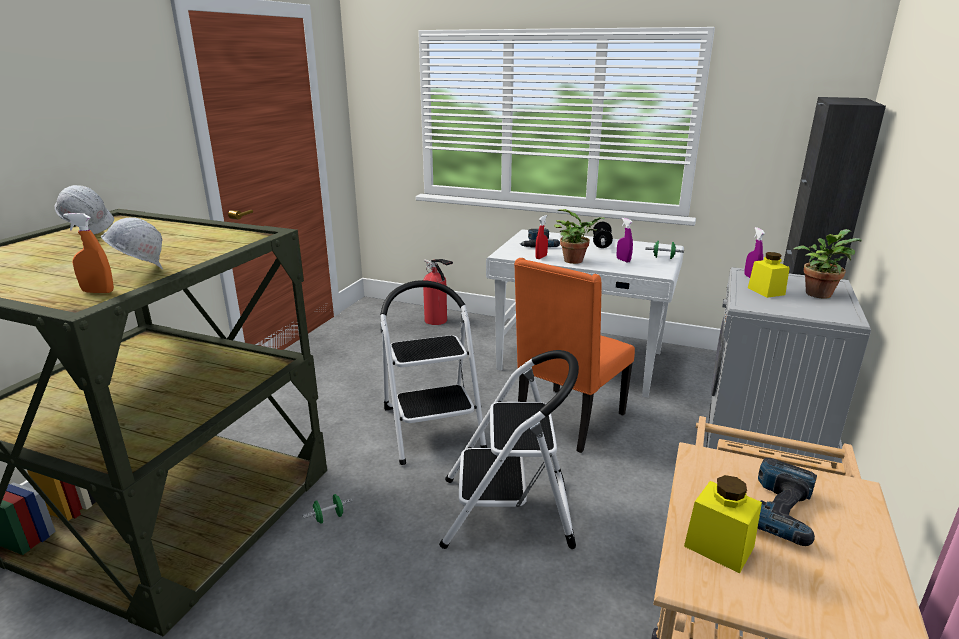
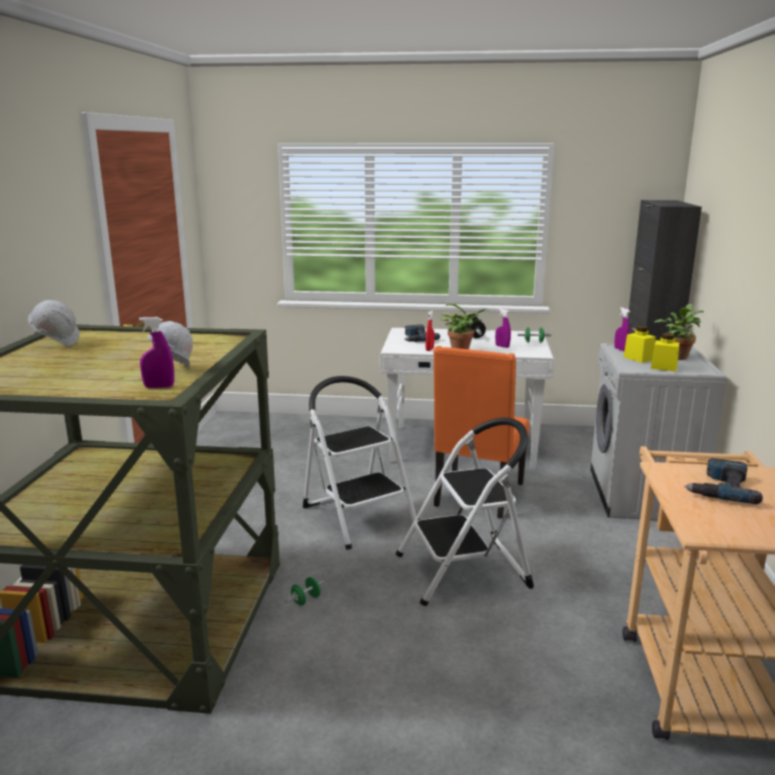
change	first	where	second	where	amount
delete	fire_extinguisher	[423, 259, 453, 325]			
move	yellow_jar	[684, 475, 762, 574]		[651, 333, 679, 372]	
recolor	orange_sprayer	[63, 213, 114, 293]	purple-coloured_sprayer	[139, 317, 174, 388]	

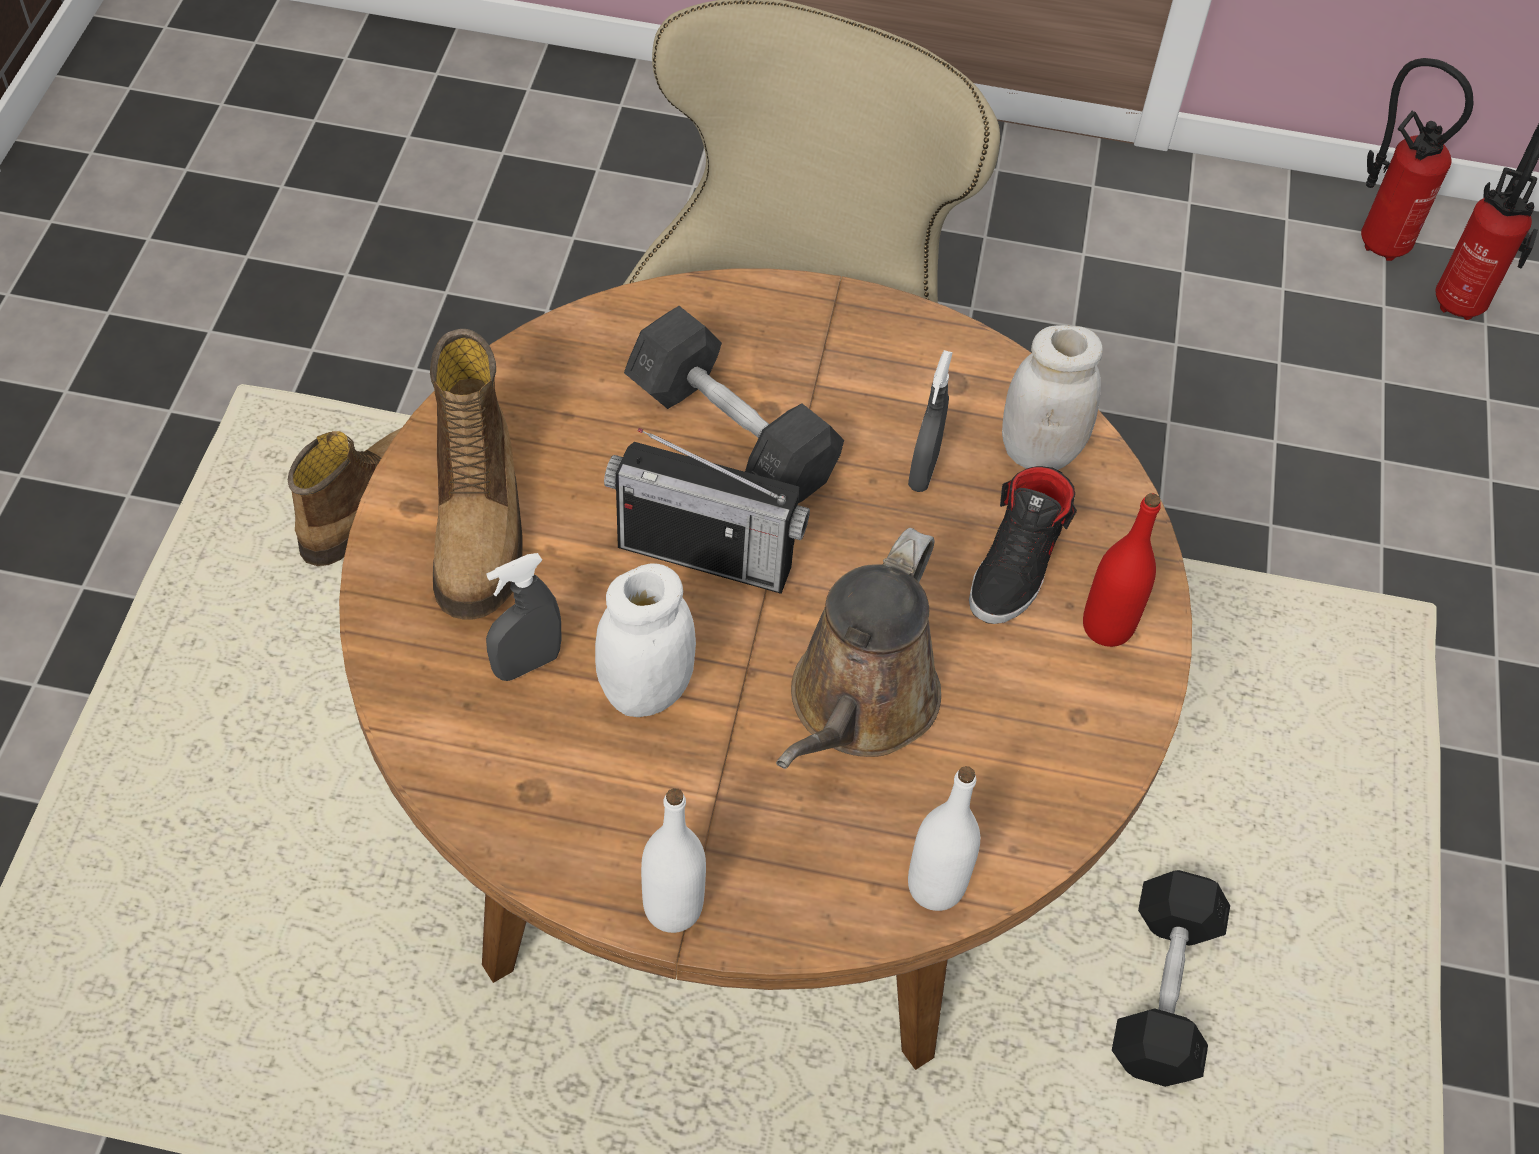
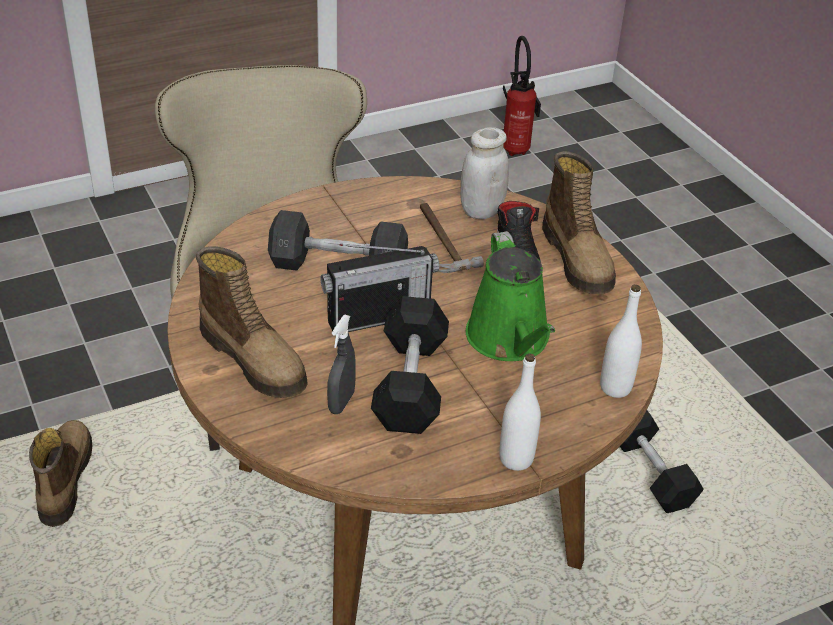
change	first	where	second	where	amount
delete	fire_extinguisher	[1361, 58, 1473, 261]			
replace	white_jar	[595, 563, 696, 717]	black-coloured_free_weight	[371, 296, 449, 434]	
replace	grey_sprayer	[908, 350, 953, 492]	hand_hammer	[420, 203, 484, 273]	
replace	reddish_bottle	[1083, 493, 1161, 647]	tall_boot	[542, 151, 616, 294]	
recolor	brownish_watering_can	[776, 528, 941, 769]	green_watering_can	[466, 231, 555, 361]	

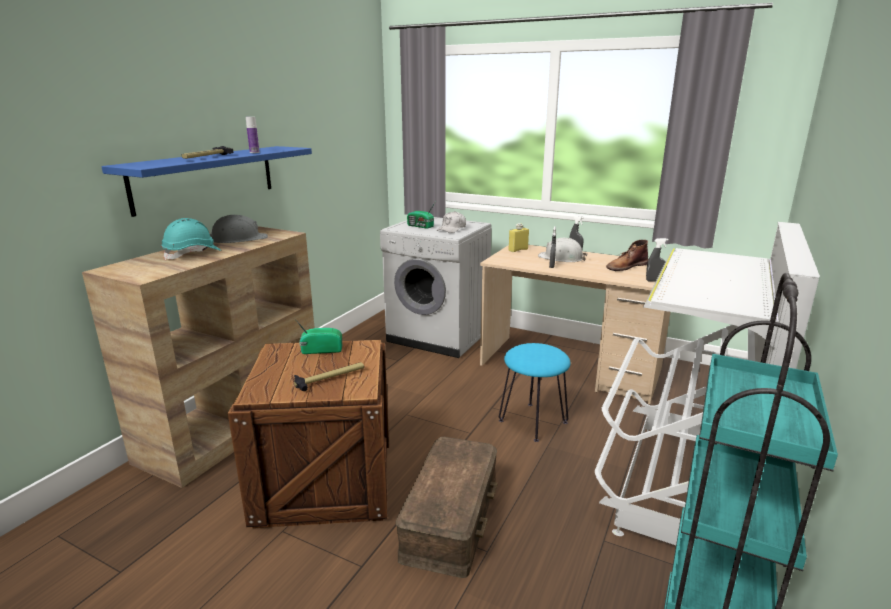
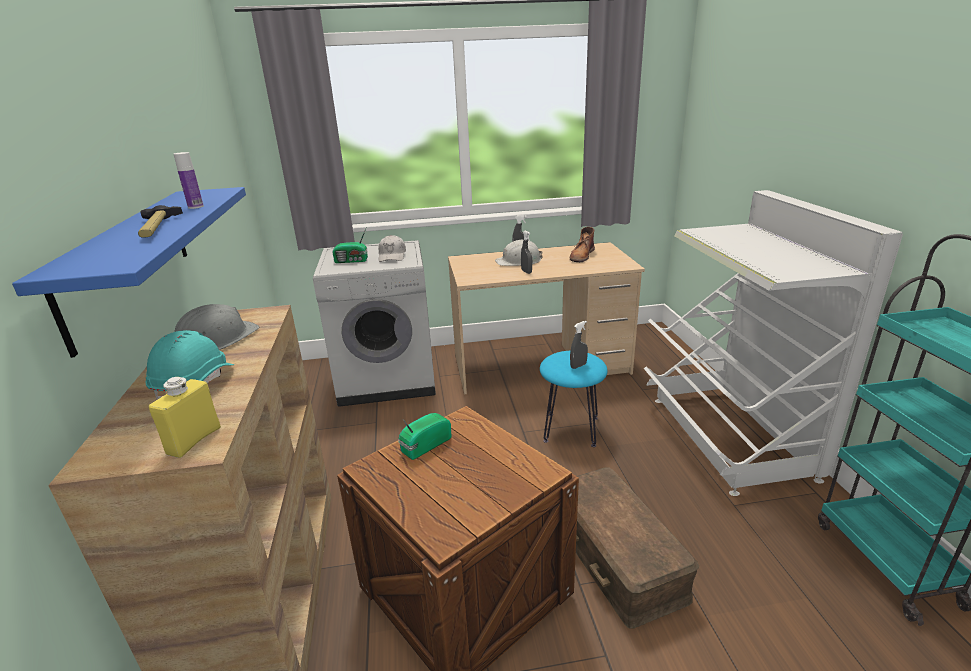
change	first	where	second	where	amount
delete	hand_hammer	[294, 362, 364, 391]			
move	yellow_bottle	[508, 223, 529, 252]		[149, 377, 221, 458]	
move	grey_sprayer	[646, 238, 669, 282]		[570, 321, 588, 369]	

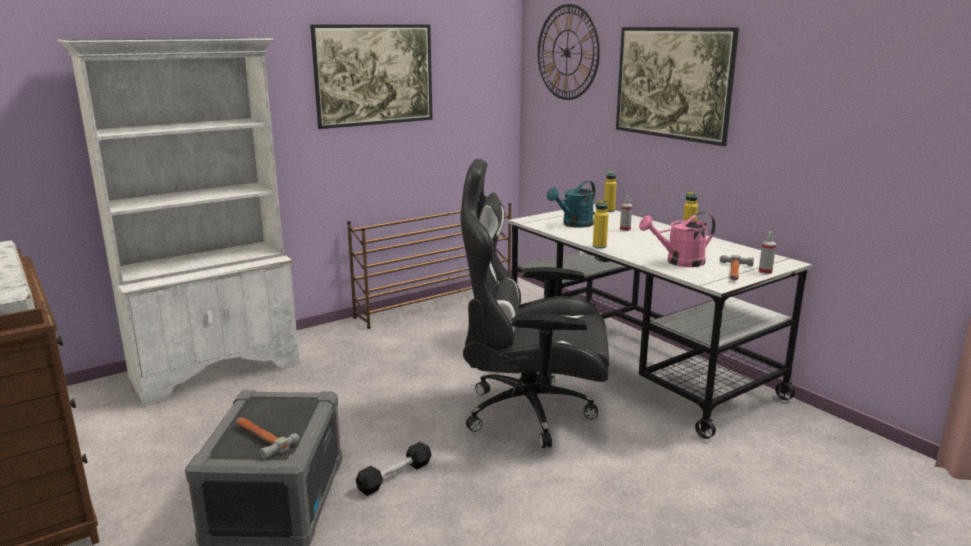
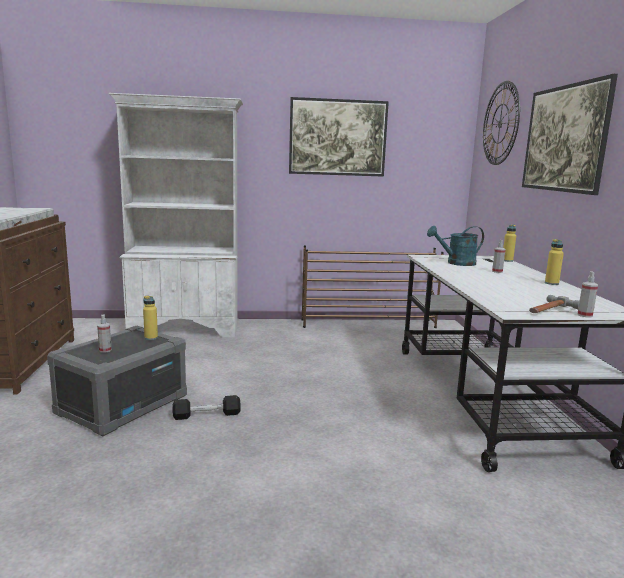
change	first	where	second	where	amount
delete	black-coloured_desk_chair	[461, 159, 609, 448]			
delete	pink_watering_can	[639, 212, 715, 267]			
move	yellow_bottle	[593, 200, 609, 249]		[143, 296, 158, 340]	
replace	hand_hammer	[235, 417, 299, 460]	sprayer	[97, 314, 112, 353]	

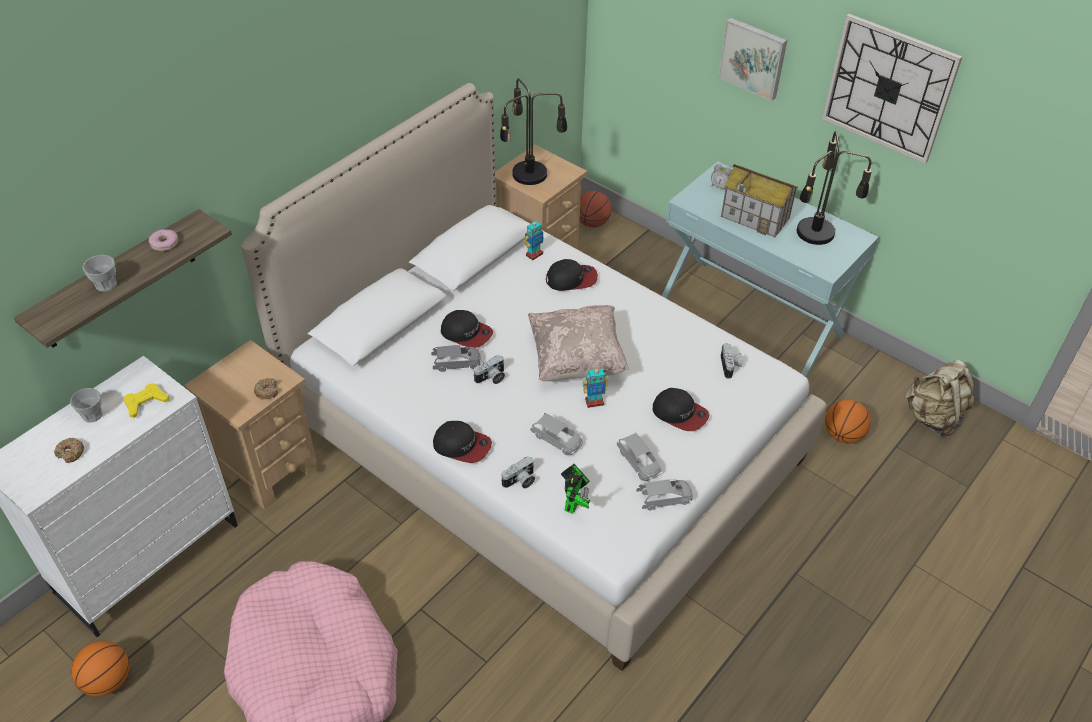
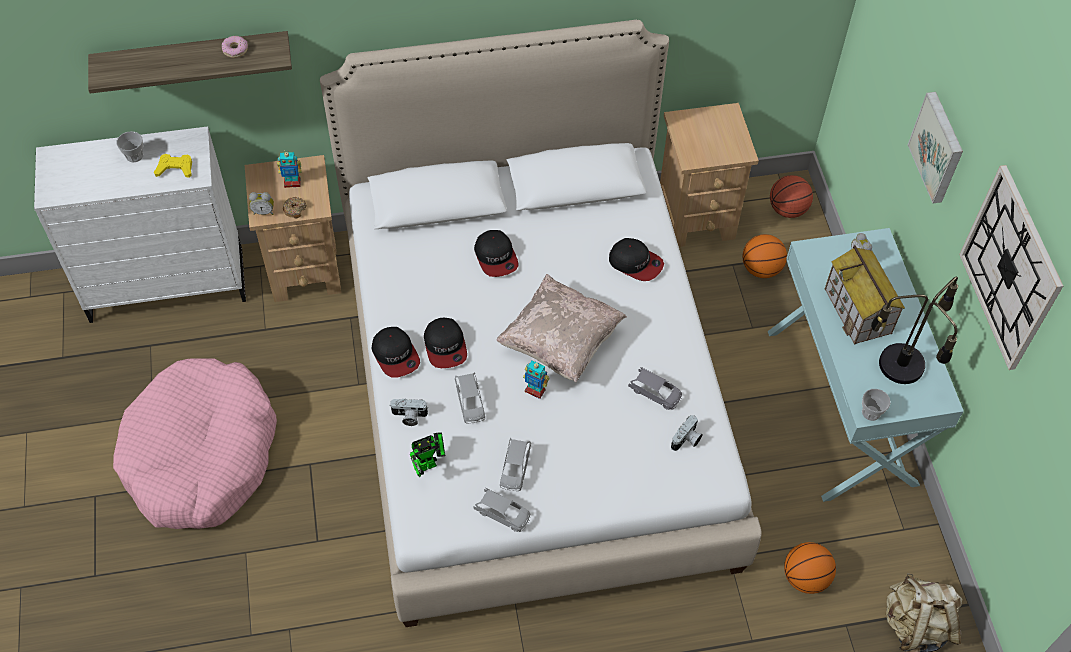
change	first	where	second	where	amount
delete	doughnut	[54, 438, 84, 463]			
delete	still_camera	[473, 355, 505, 384]			
delete	table_lamp	[500, 78, 567, 185]			
insert			bedside_clock	[249, 192, 274, 215]	
move	ball_for_basketball	[71, 641, 129, 696]		[742, 234, 787, 278]	
move	cup	[83, 255, 117, 292]		[862, 389, 891, 421]	
move	grey_toy_car	[431, 345, 481, 372]		[628, 367, 682, 410]	
move	robot_figure	[523, 221, 544, 260]		[277, 150, 302, 188]	
move	baseball_cap	[653, 388, 710, 431]		[424, 318, 467, 368]	

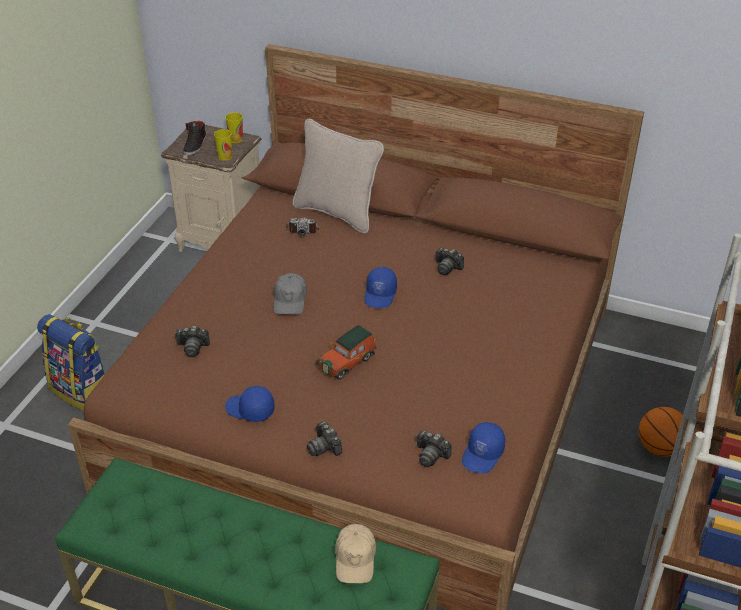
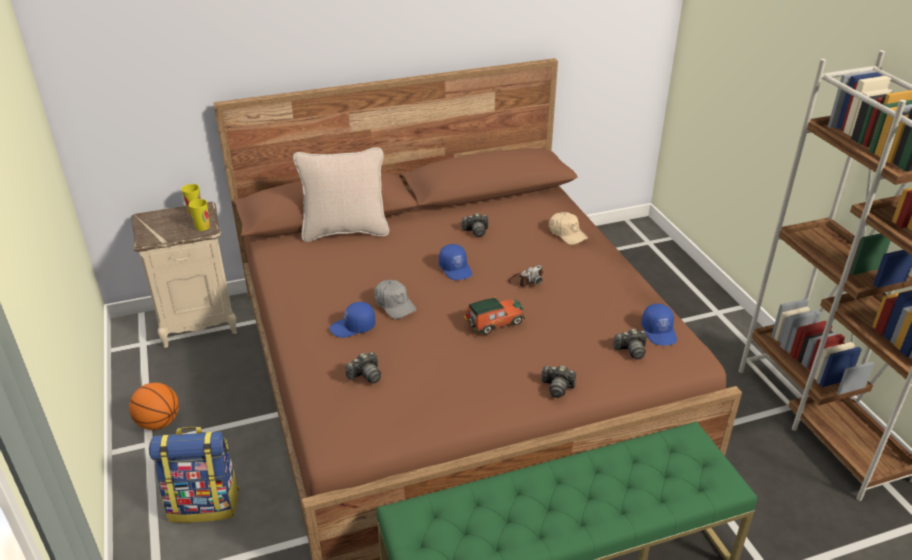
change	first	where	second	where	amount
delete	black-coloured_low_shoe	[183, 121, 206, 155]			
move	blue-coloured_baseball_cap	[225, 386, 275, 422]		[329, 302, 375, 338]	
move	still_camera	[286, 217, 319, 236]		[508, 265, 543, 287]	
move	beige_baseball_cap	[335, 524, 376, 583]		[549, 212, 588, 245]	
move	ball_for_basketball	[639, 407, 683, 457]		[129, 383, 179, 430]	
rotate	toy_car	[316, 325, 376, 380]		[464, 297, 525, 335]	120 degrees counterclockwise

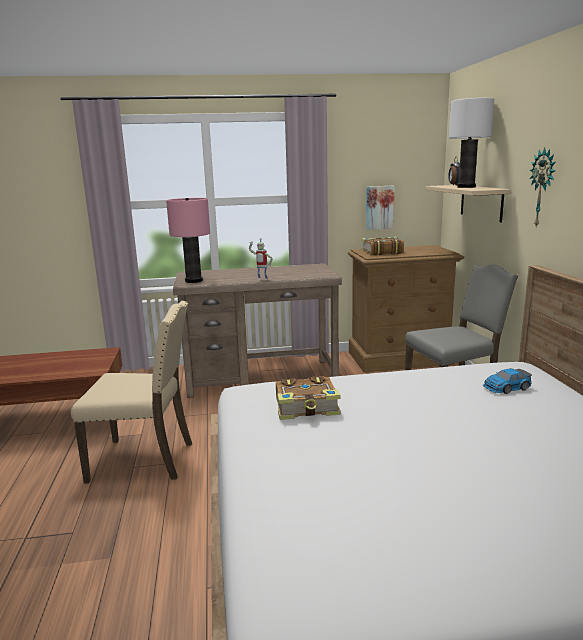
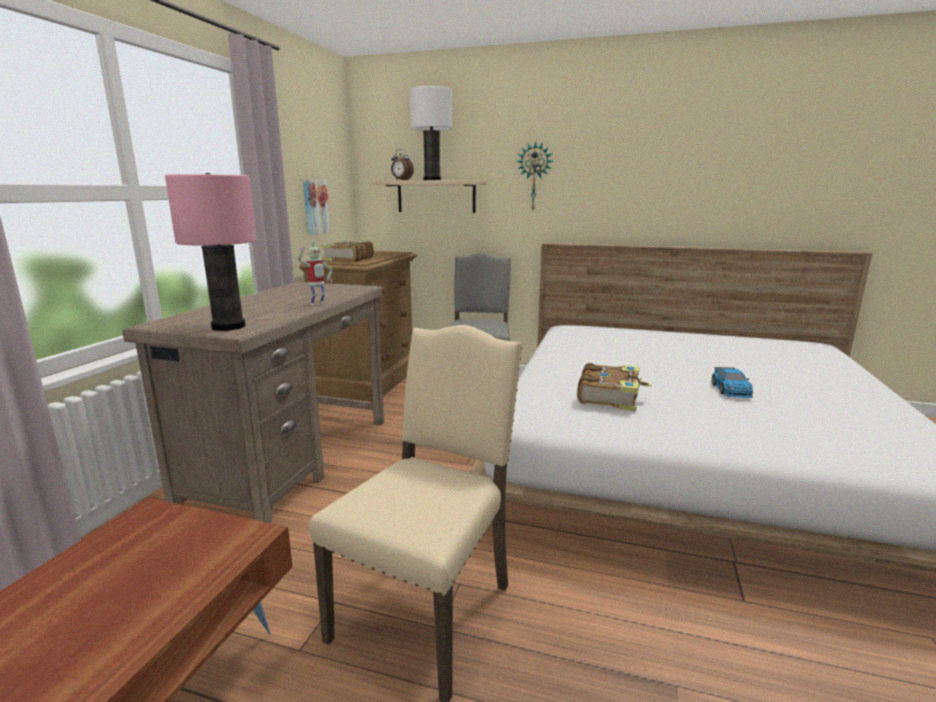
change	first	where	second	where	amount
move	toy_car	[483, 368, 532, 394]		[712, 367, 753, 398]	

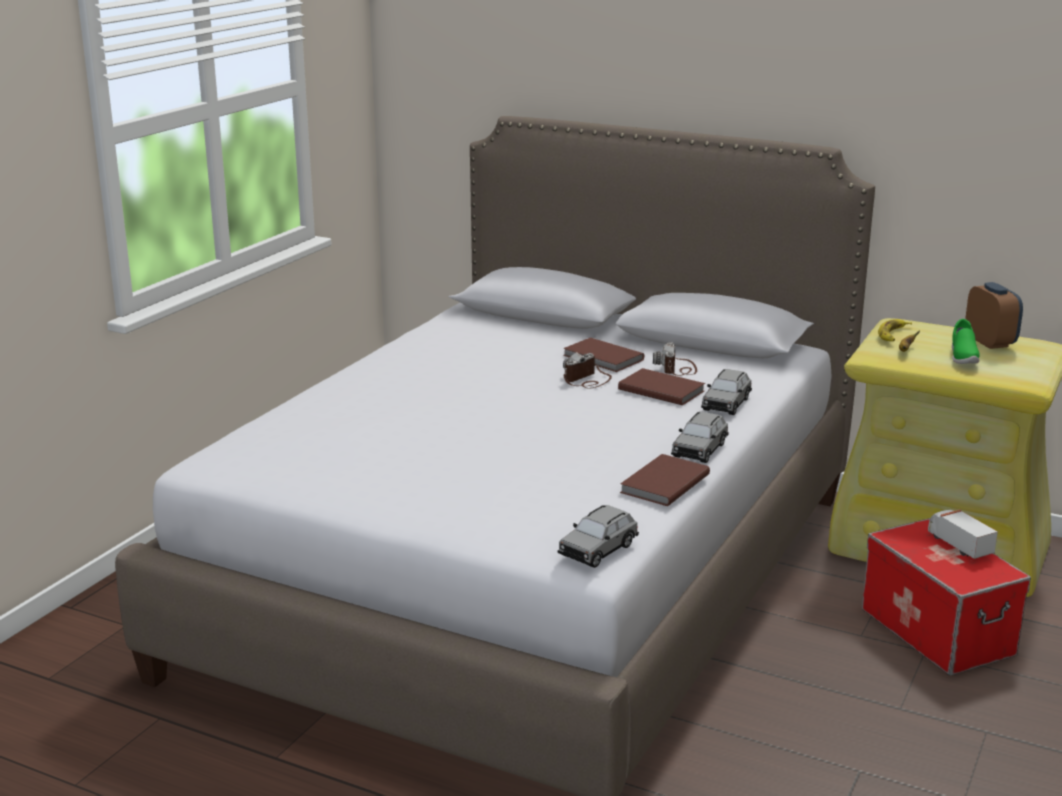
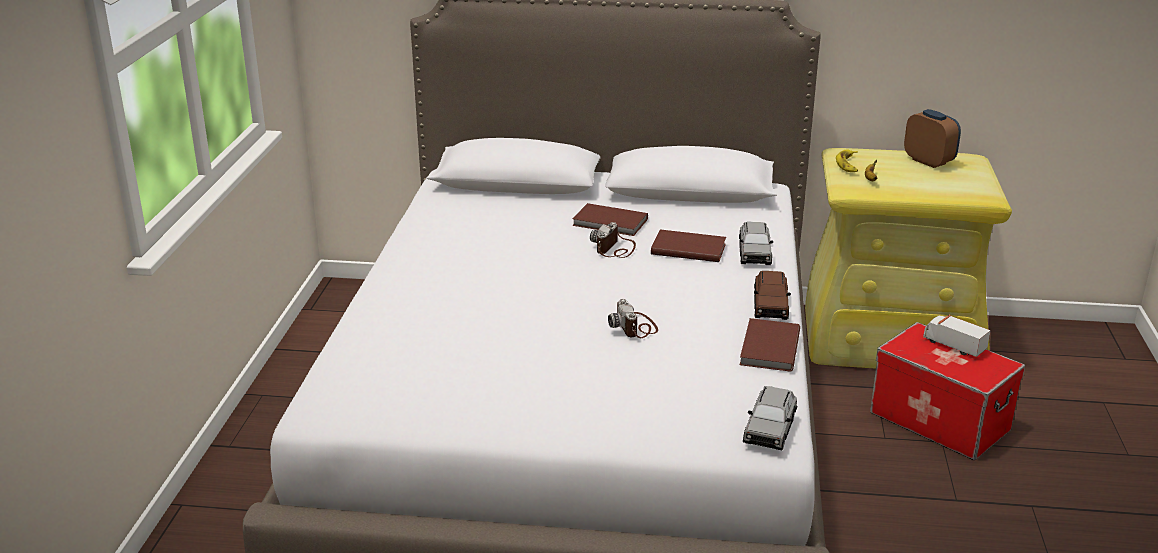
change	first	where	second	where	amount
delete	green_low_shoe	[952, 319, 980, 364]			
move	still_camera	[653, 342, 697, 376]		[608, 299, 658, 338]	
recolor	grey_toy_car	[671, 412, 729, 463]	brownish_toy_car	[754, 271, 791, 320]	

